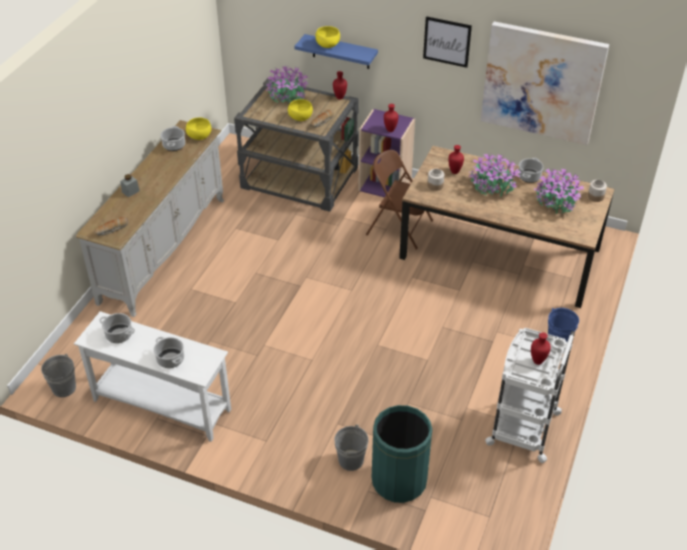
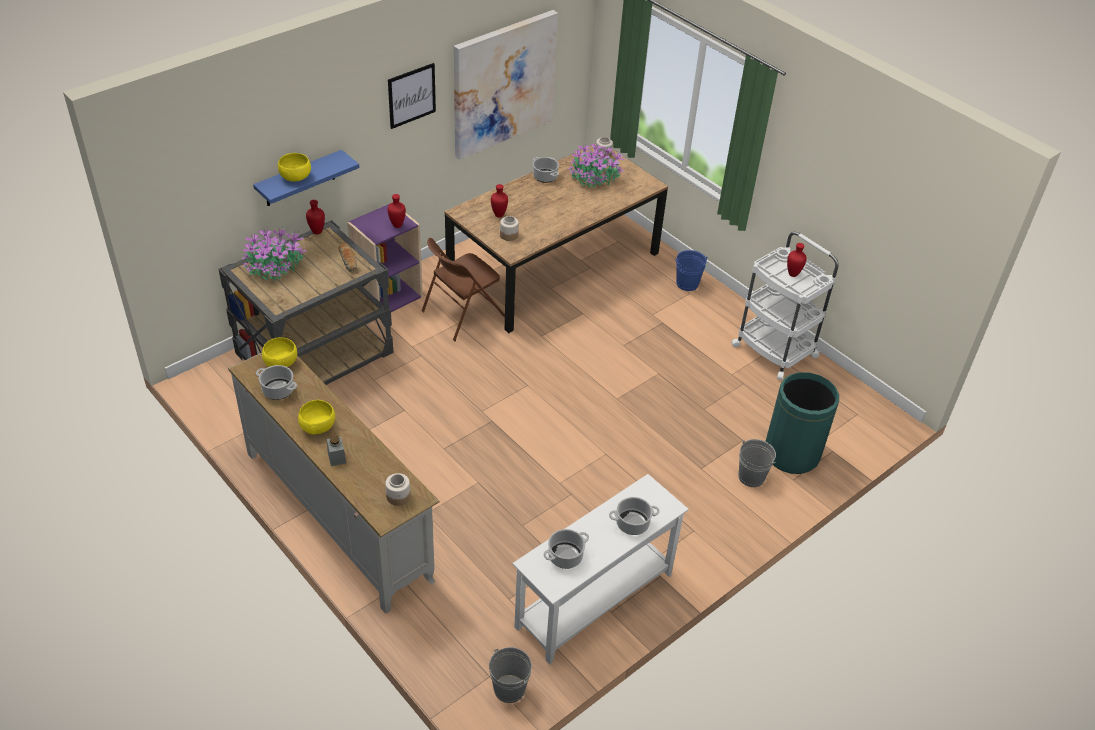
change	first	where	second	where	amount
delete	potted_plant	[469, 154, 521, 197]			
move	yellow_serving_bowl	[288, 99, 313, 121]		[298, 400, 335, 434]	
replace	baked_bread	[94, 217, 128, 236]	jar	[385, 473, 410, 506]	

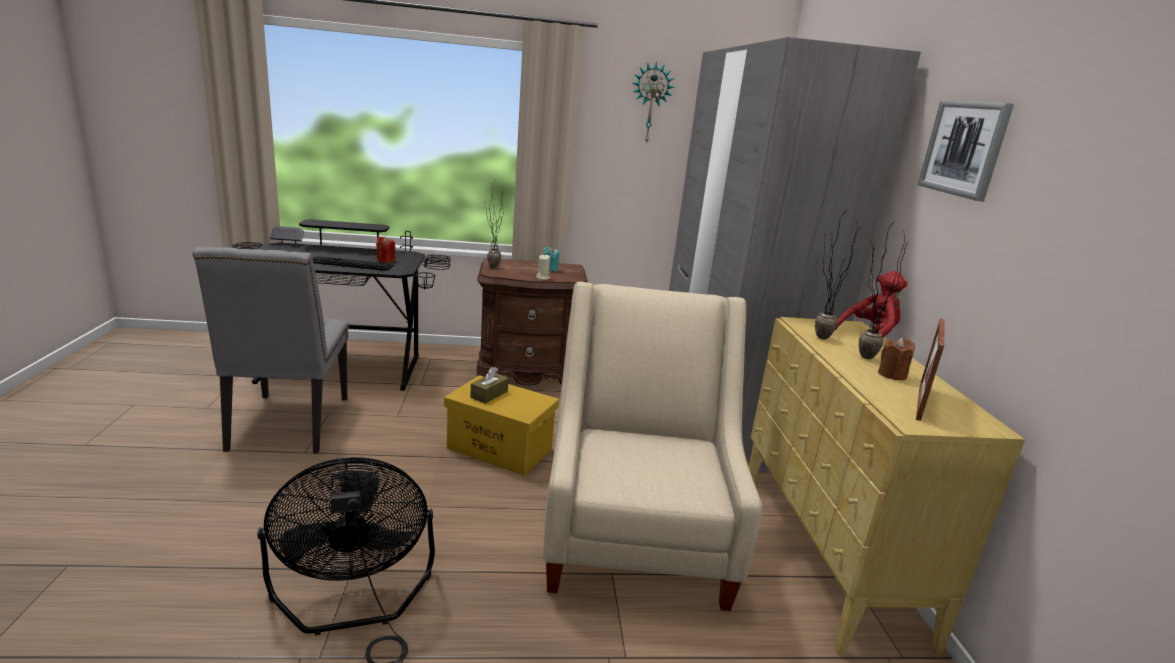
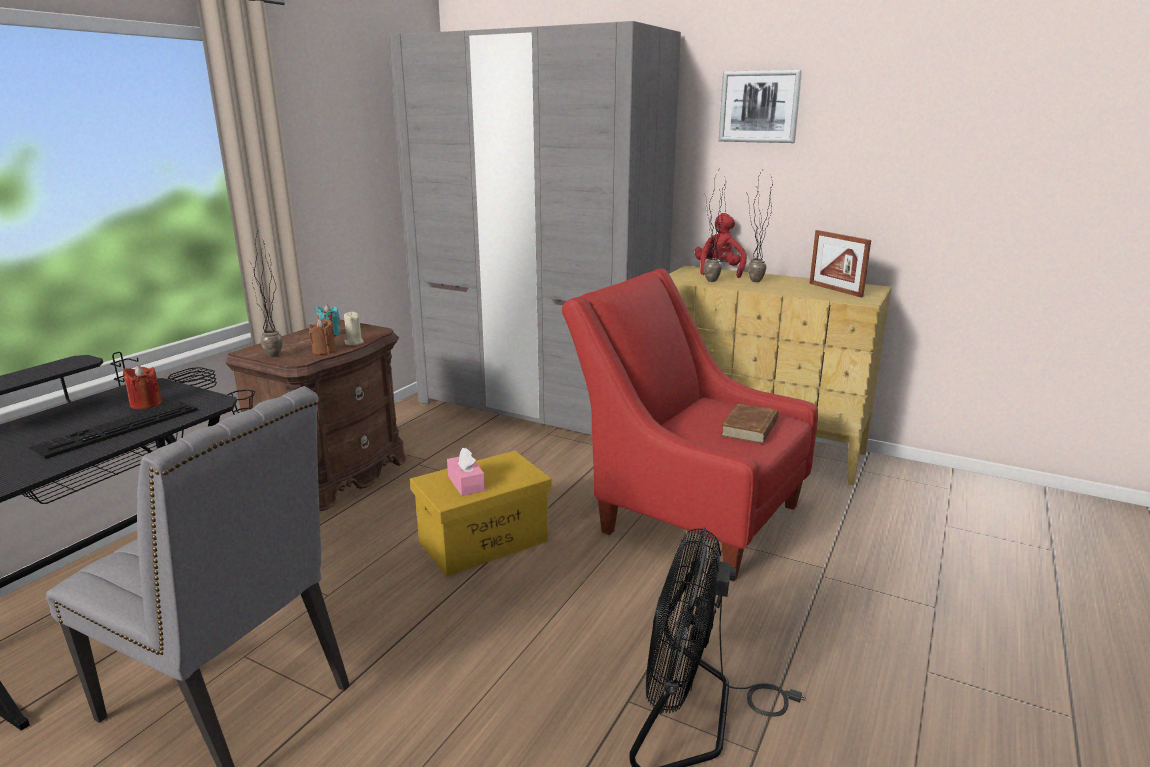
change	first	where	second	where	amount
delete	clock_on_the_wall	[632, 61, 675, 144]			
insert			brownish_volume	[720, 403, 778, 444]	
move	brownish_wax_light	[878, 337, 915, 380]		[308, 318, 336, 355]	
recolor	brownish_tissue_holder	[470, 367, 509, 404]	pink_tissue_holder	[447, 448, 485, 496]	
recolor	beige_armchair	[543, 282, 762, 611]	reddish_armchair	[562, 268, 818, 582]	

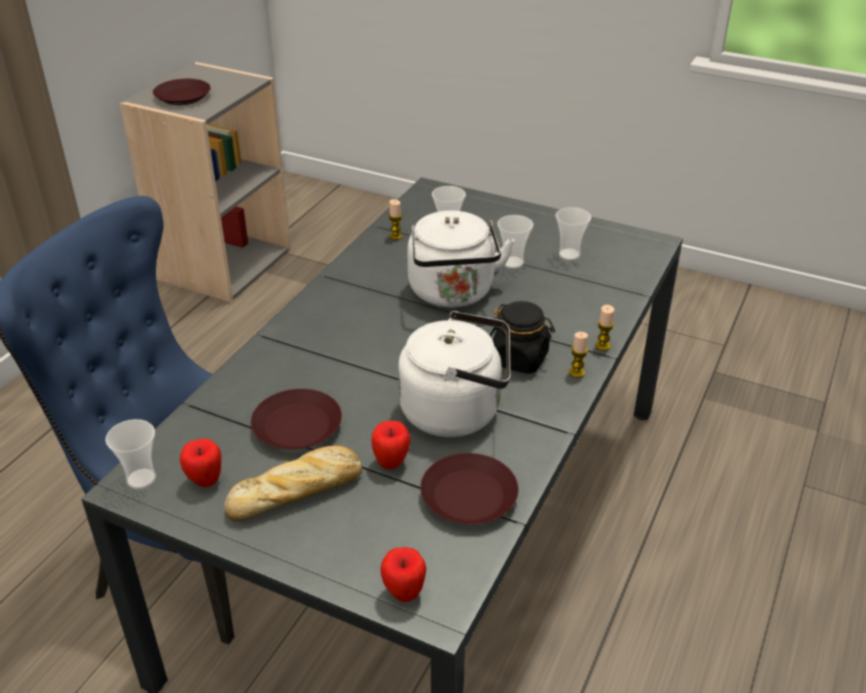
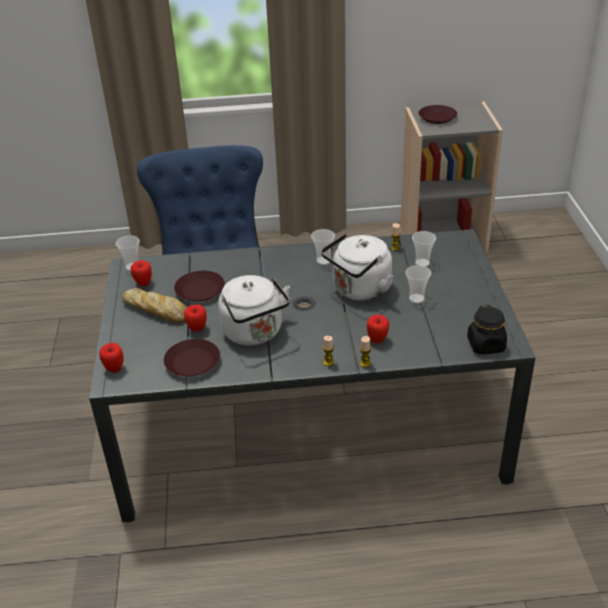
change	first	where	second	where	amount
insert			apple_fruit	[367, 315, 389, 343]	
move	black-coloured_jar	[489, 301, 555, 374]		[467, 305, 507, 354]	
move	cup	[556, 207, 591, 260]		[311, 229, 335, 265]	

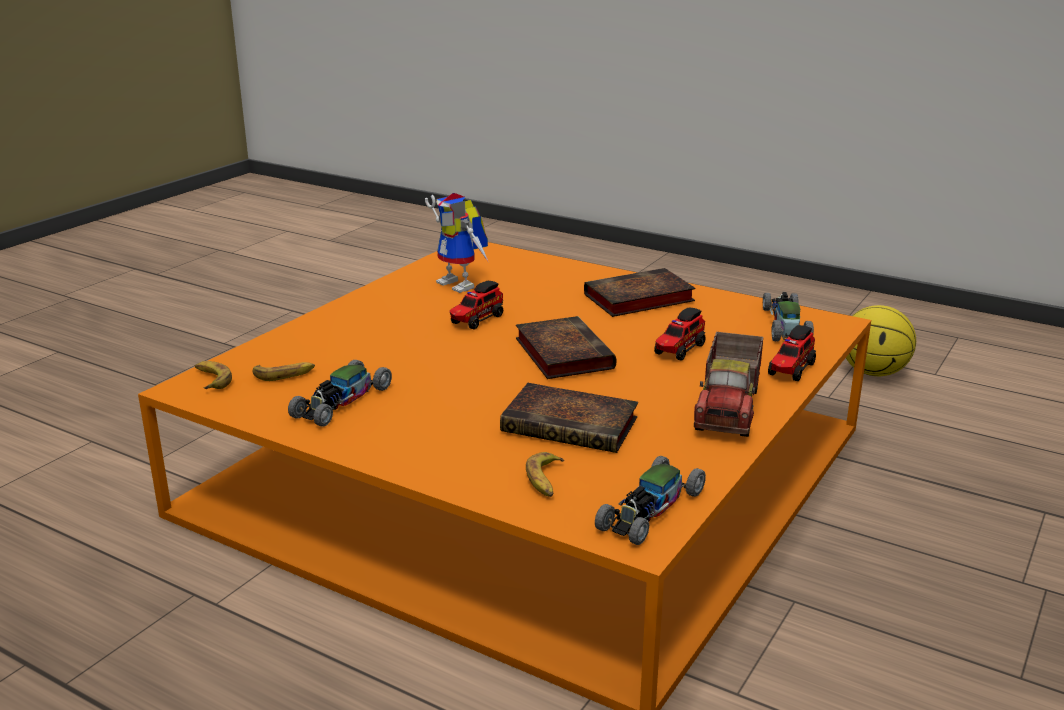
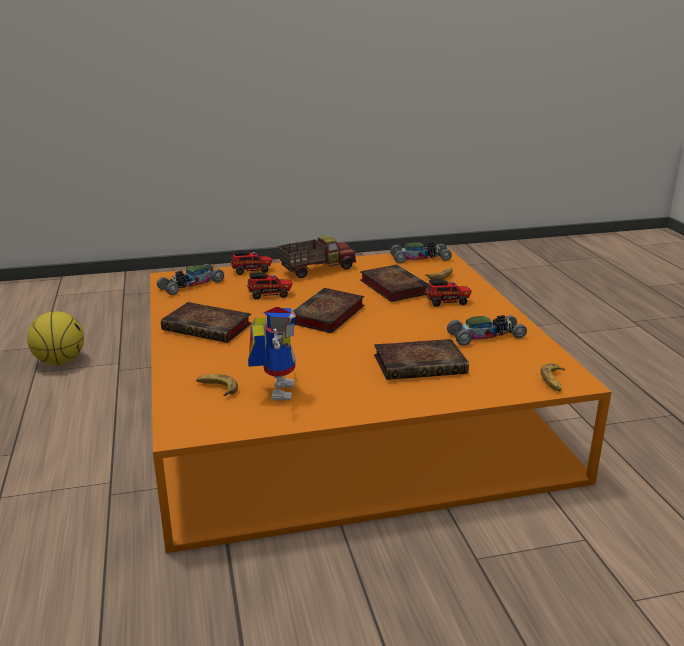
change	first	where	second	where	amount
insert			volume	[374, 339, 469, 380]	
move	banana	[253, 362, 315, 381]		[196, 374, 238, 396]	
move	model_truck	[450, 281, 503, 329]		[425, 279, 472, 307]	

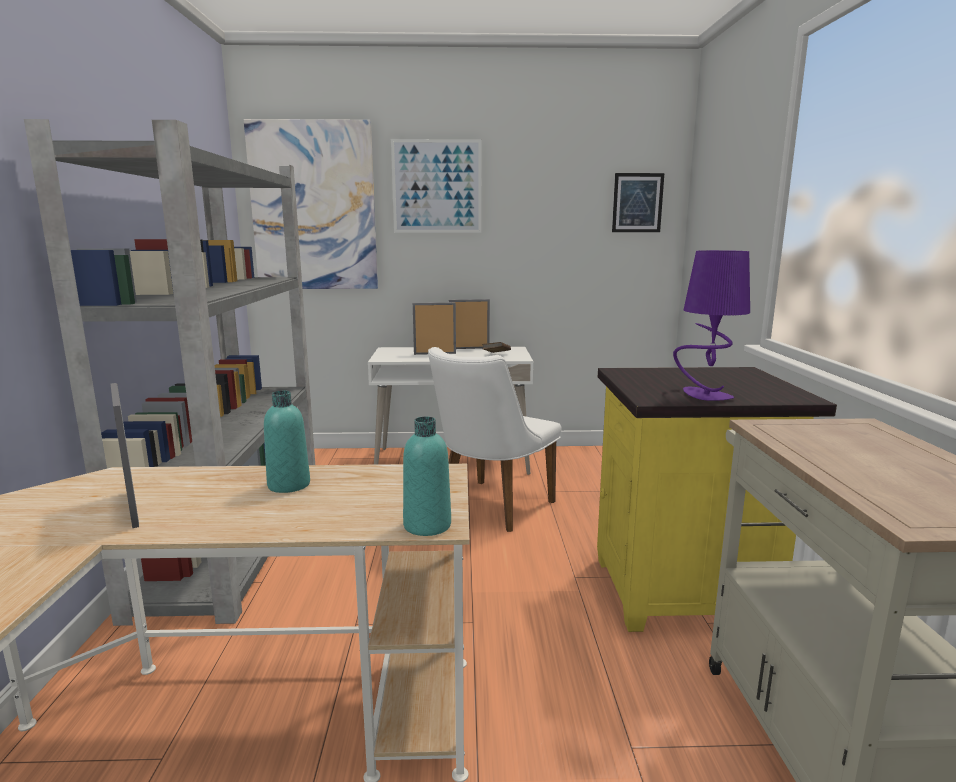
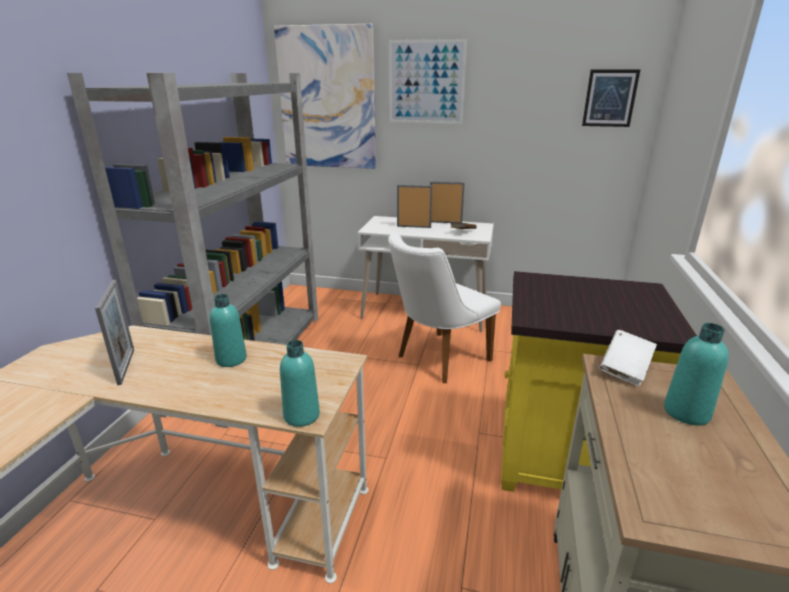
change	first	where	second	where	amount
delete	purple-coloured_table_lamp	[673, 250, 750, 401]			
insert			white_volume	[600, 330, 657, 386]	
insert			turquoise-coloured_bottle	[664, 323, 729, 426]	

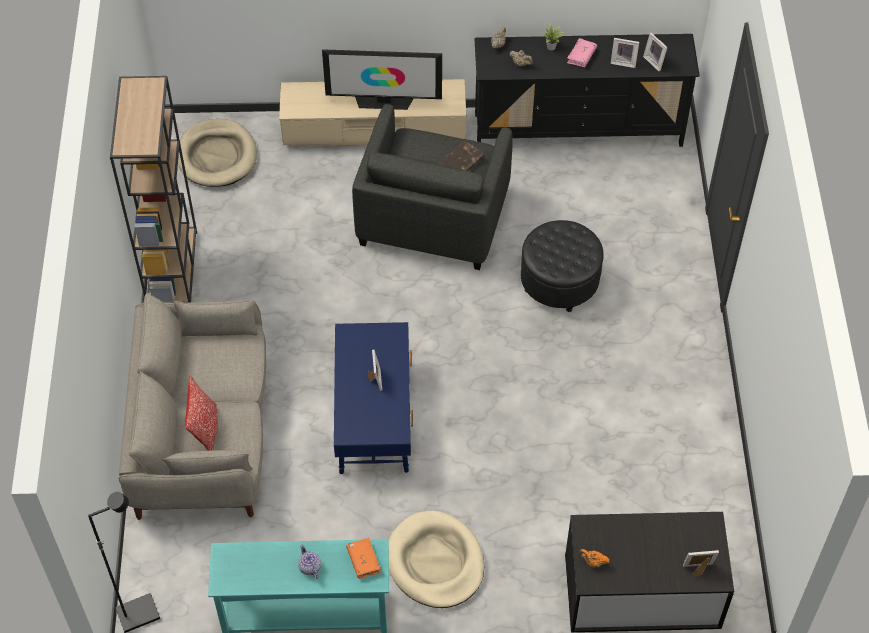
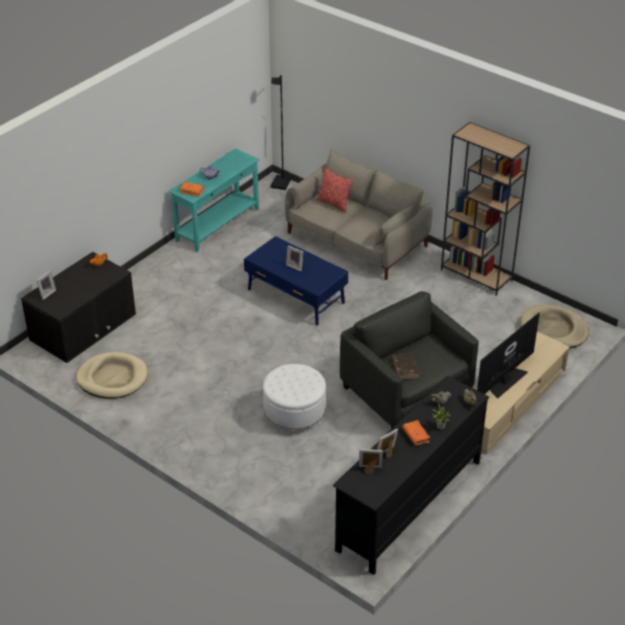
change	first	where	second	where	amount
move	beige_pet_bed	[388, 510, 484, 608]		[76, 352, 148, 399]	
recolor	black-coloured_pouffe	[521, 220, 604, 312]	white_pouffe	[263, 364, 326, 433]	
recolor	pink_volume	[567, 38, 597, 67]	orange_volume	[402, 420, 430, 446]	

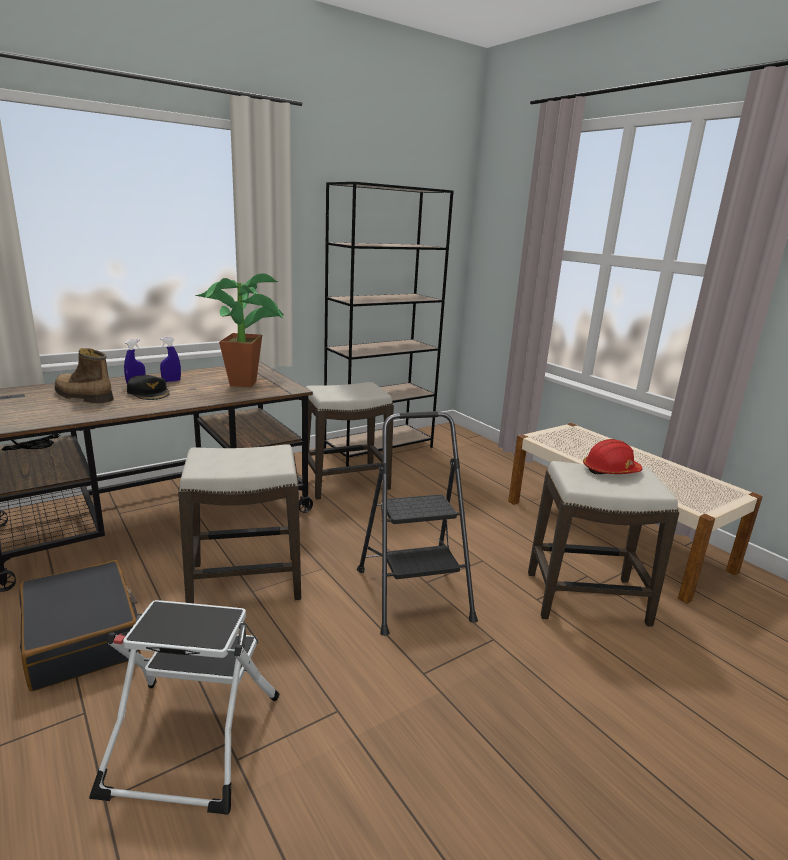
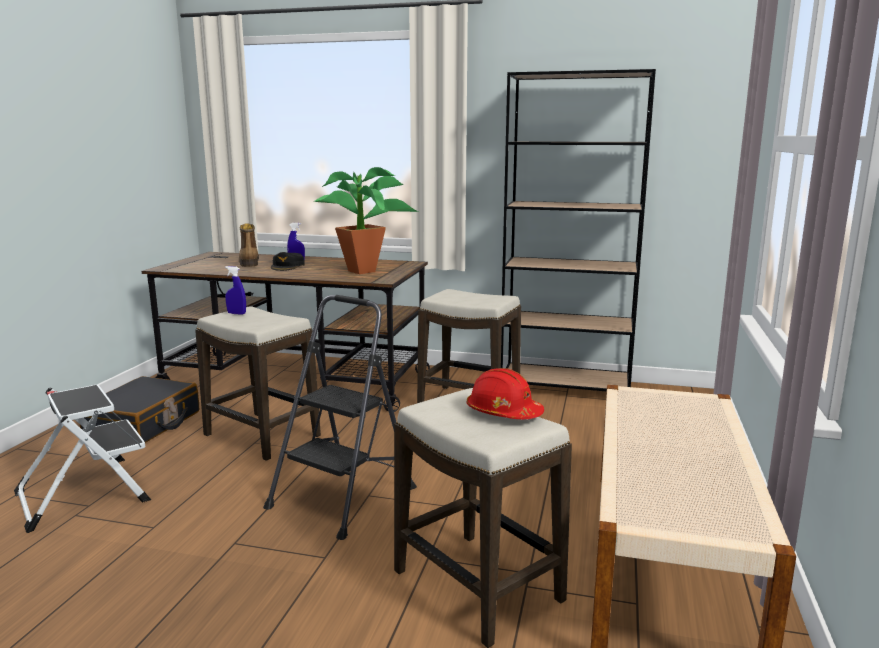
change	first	where	second	where	amount
move	blue-coloured_sprayer	[160, 337, 181, 382]		[225, 266, 246, 315]	

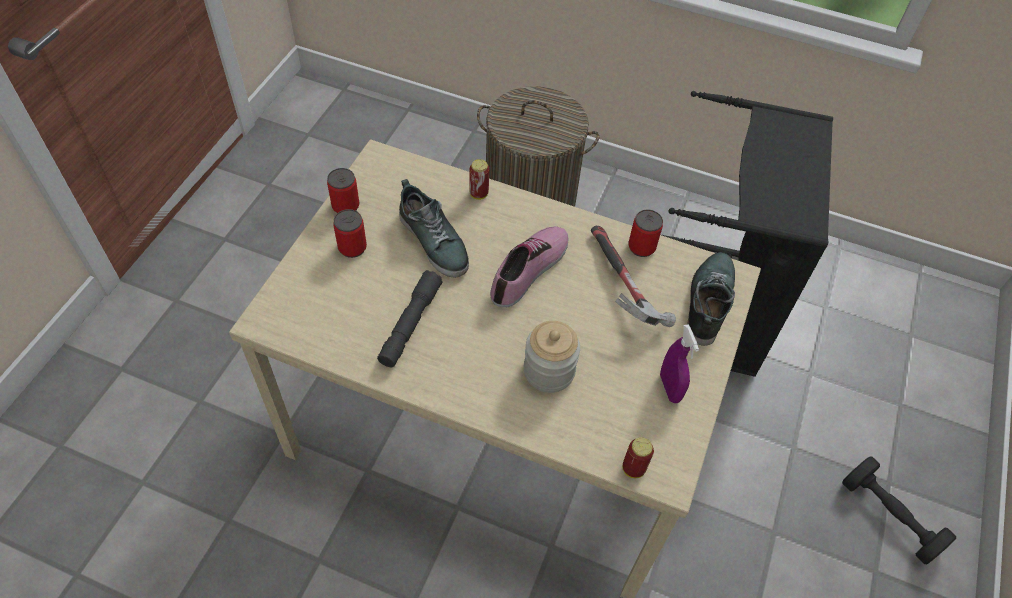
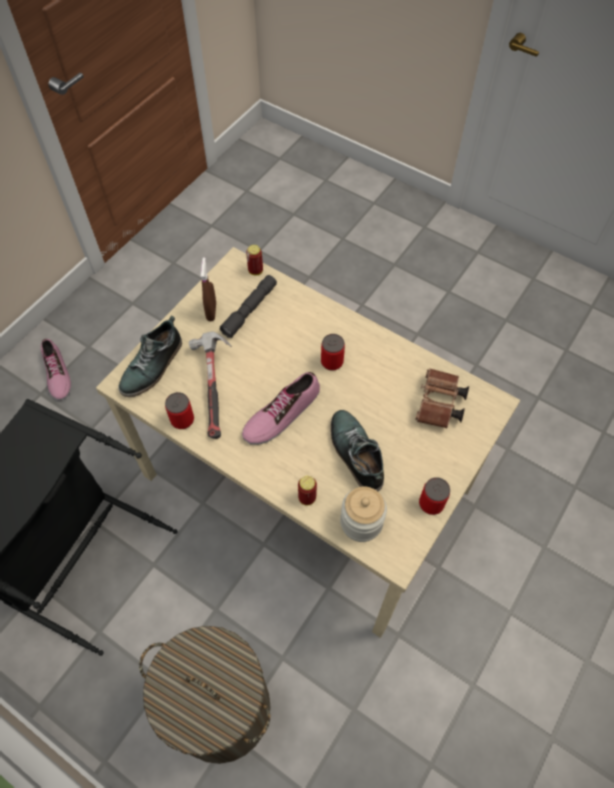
change	first	where	second	where	amount
insert			brownish_pair_of_binoculars	[415, 368, 469, 428]	
move	metal_can	[333, 209, 367, 258]		[321, 334, 345, 371]	
move	grey_flashlight	[377, 270, 443, 367]		[219, 275, 277, 338]	
move	jar	[523, 321, 580, 393]		[340, 487, 387, 542]	
replace	black-coloured_free_weight	[842, 456, 956, 564]	low_shoe	[41, 339, 71, 400]	
recolor	purple-coloured_sprayer	[660, 324, 699, 403]	brownish_sprayer	[201, 257, 216, 321]	

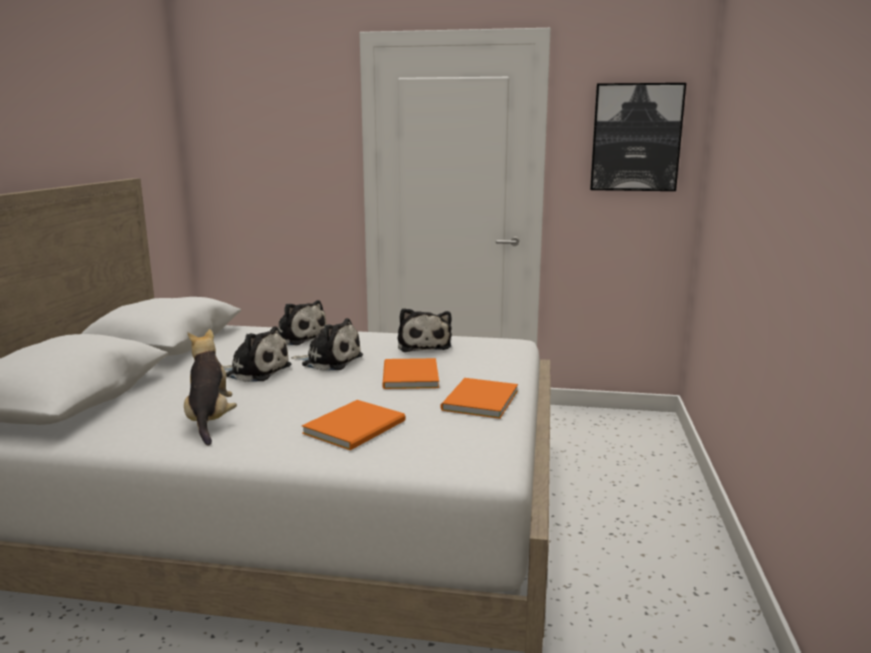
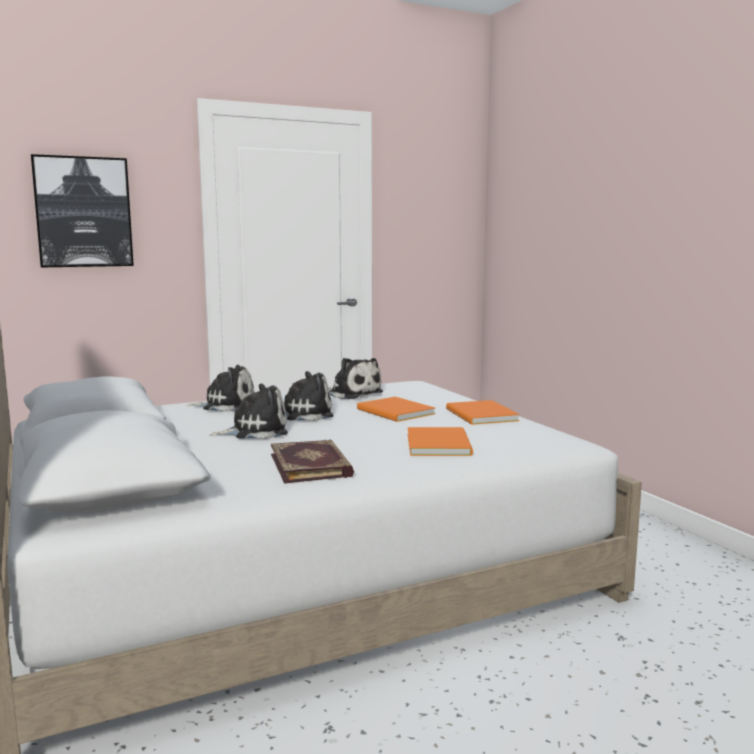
change	first	where	second	where	amount
move	wall_picture	[590, 83, 686, 191]		[31, 154, 134, 267]	
replace	plush_toy	[184, 329, 237, 446]	volume	[271, 440, 354, 484]	

